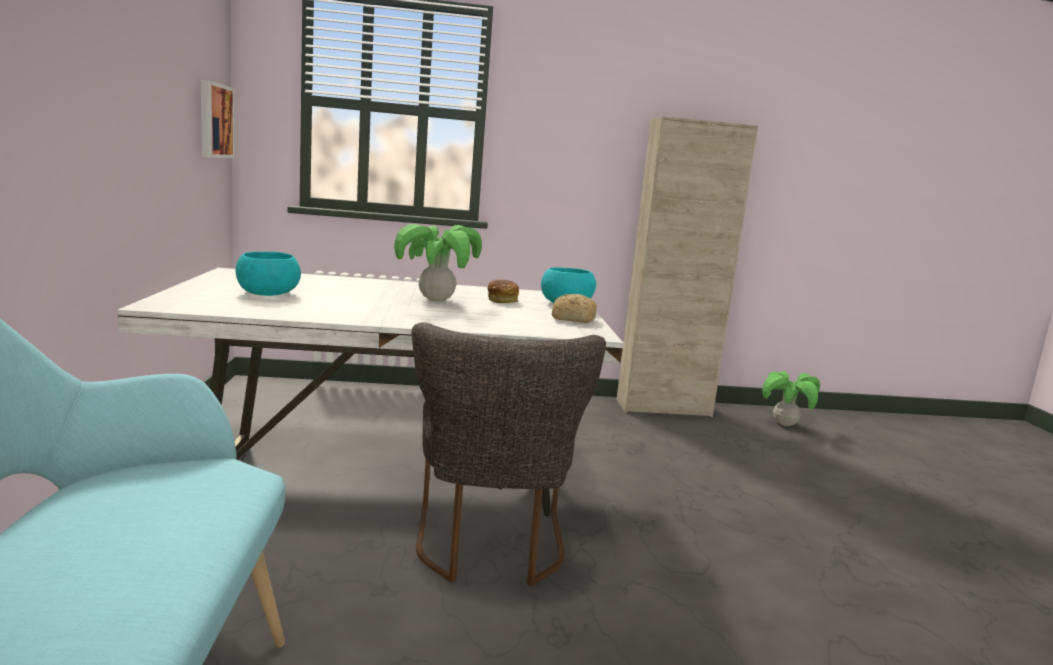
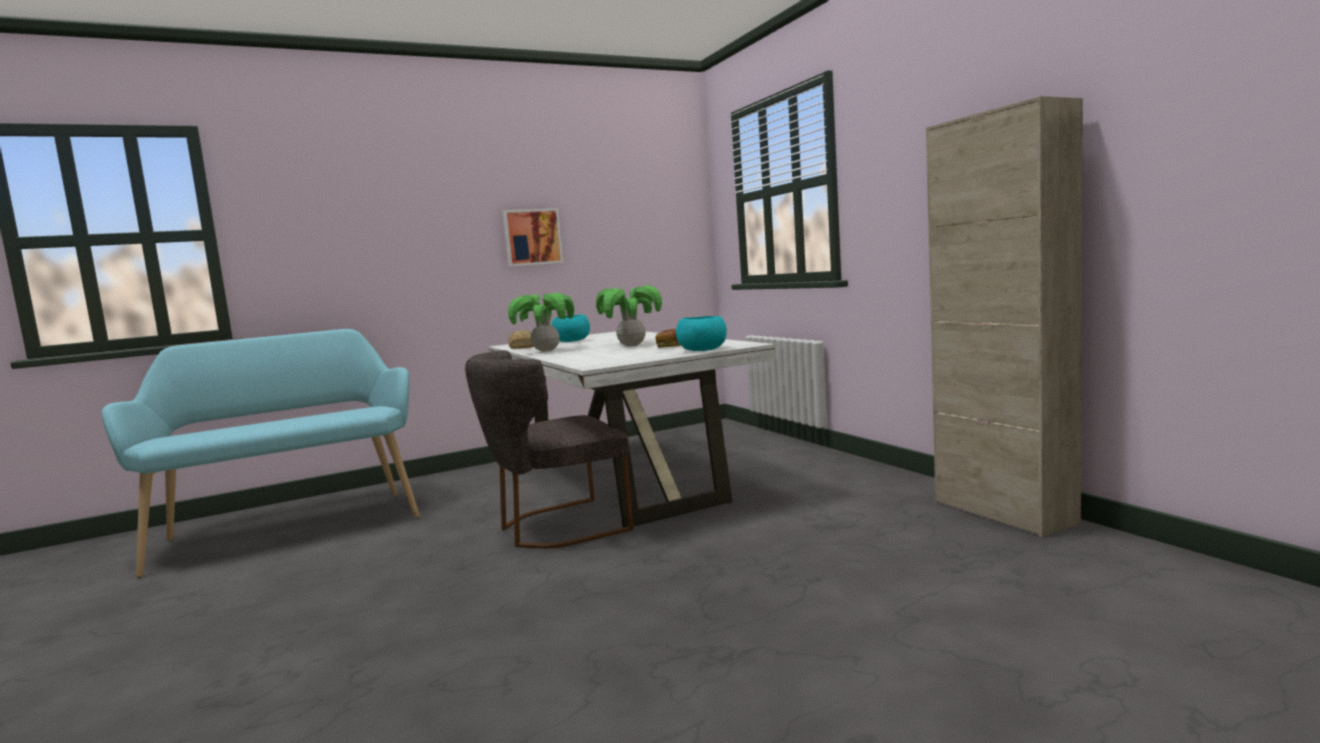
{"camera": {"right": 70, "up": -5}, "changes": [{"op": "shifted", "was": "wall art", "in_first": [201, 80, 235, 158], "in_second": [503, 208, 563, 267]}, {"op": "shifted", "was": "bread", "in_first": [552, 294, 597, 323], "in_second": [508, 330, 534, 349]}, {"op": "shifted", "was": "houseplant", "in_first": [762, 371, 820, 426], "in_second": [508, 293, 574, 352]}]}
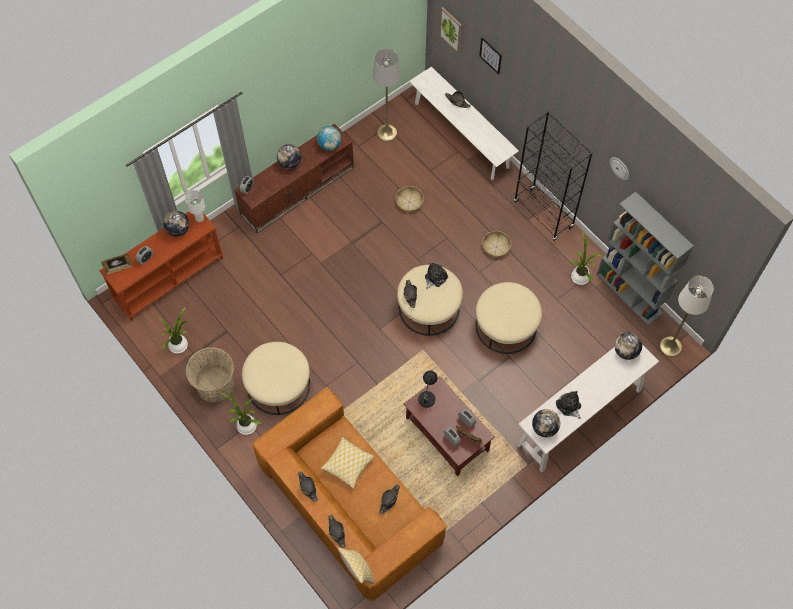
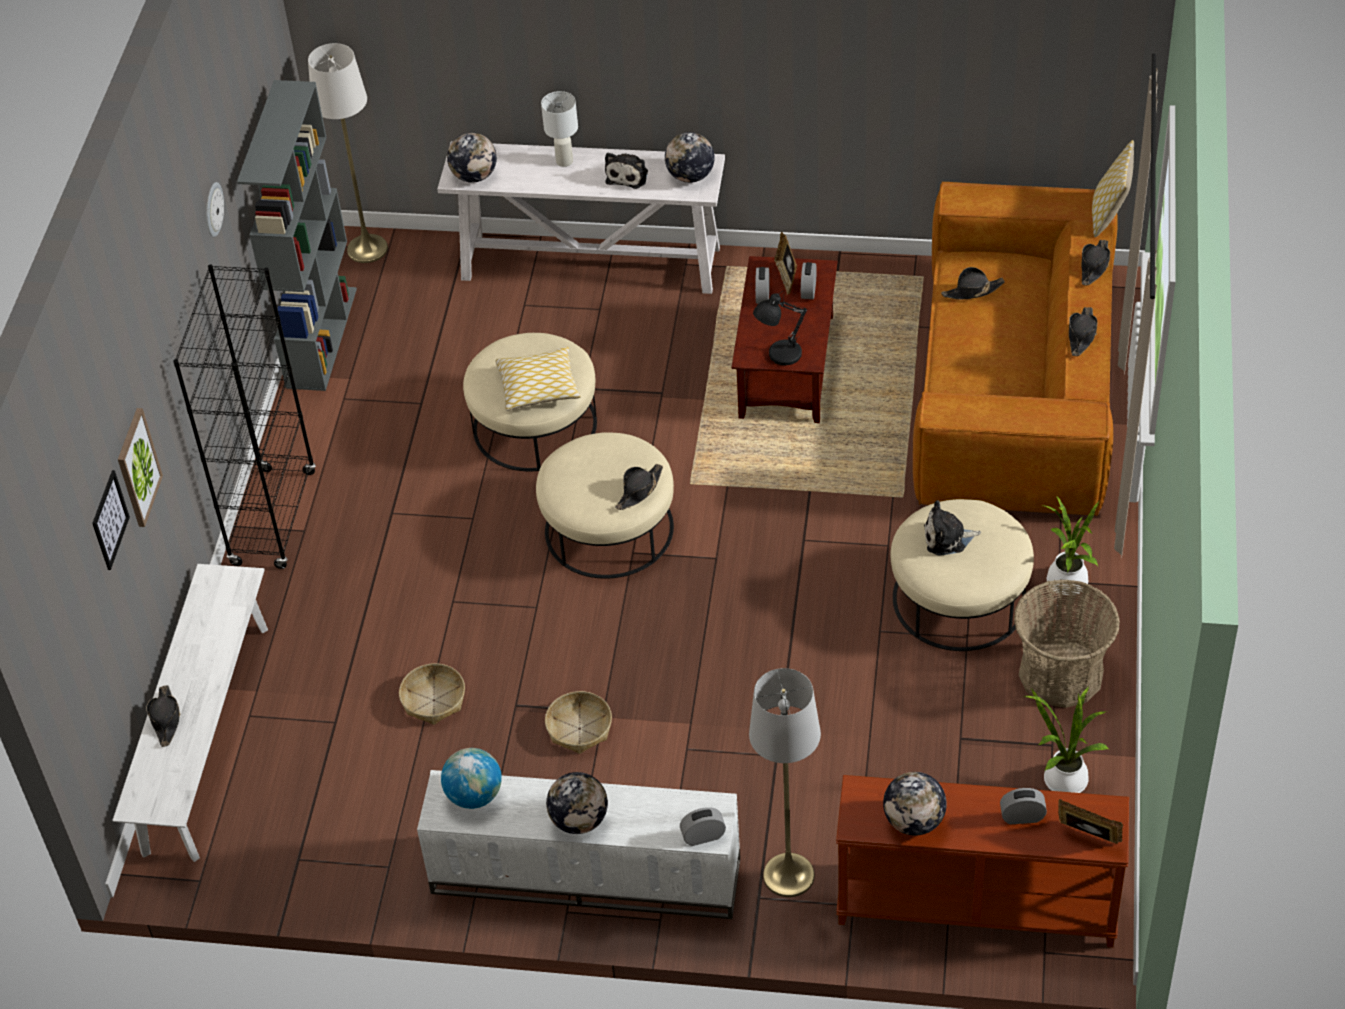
{"camera": {"right": -130, "up": -15}, "changes": [{"op": "shifted", "was": "wall art", "in_first": [439, 7, 462, 53], "in_second": [118, 408, 163, 527]}, {"op": "shifted", "was": "grey standing lamp", "in_first": [373, 49, 400, 141], "in_second": [749, 668, 821, 897]}, {"op": "repainted", "was": "brownish media console", "now": "white-coloured media console", "in_first": [234, 124, 354, 233], "in_second": [417, 770, 740, 919]}, {"op": "shifted", "was": "white-coloured lamp for a table", "in_first": [185, 190, 205, 222], "in_second": [541, 91, 578, 167]}, {"op": "shifted", "was": "storage basket", "in_first": [482, 231, 511, 258], "in_second": [545, 691, 612, 754]}, {"op": "gone", "was": "houseplant", "in_first": [571, 232, 602, 285]}, {"op": "shifted", "was": "soft toy", "in_first": [425, 263, 448, 290], "in_second": [924, 500, 981, 555]}, {"op": "shifted", "was": "cushion", "in_first": [321, 437, 374, 489], "in_second": [496, 346, 581, 411]}]}
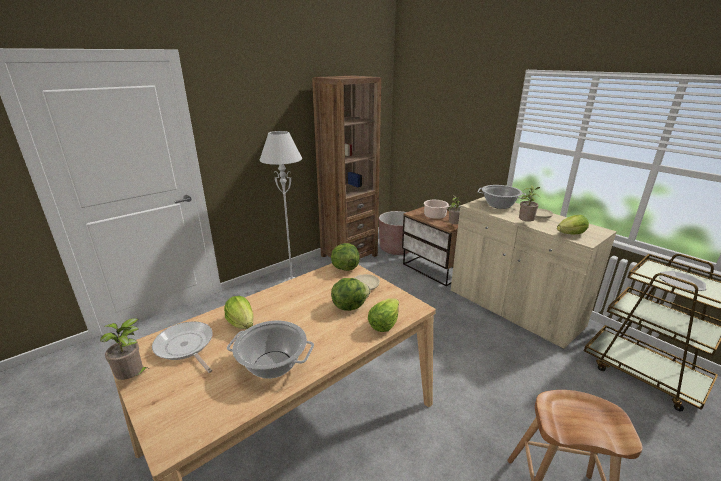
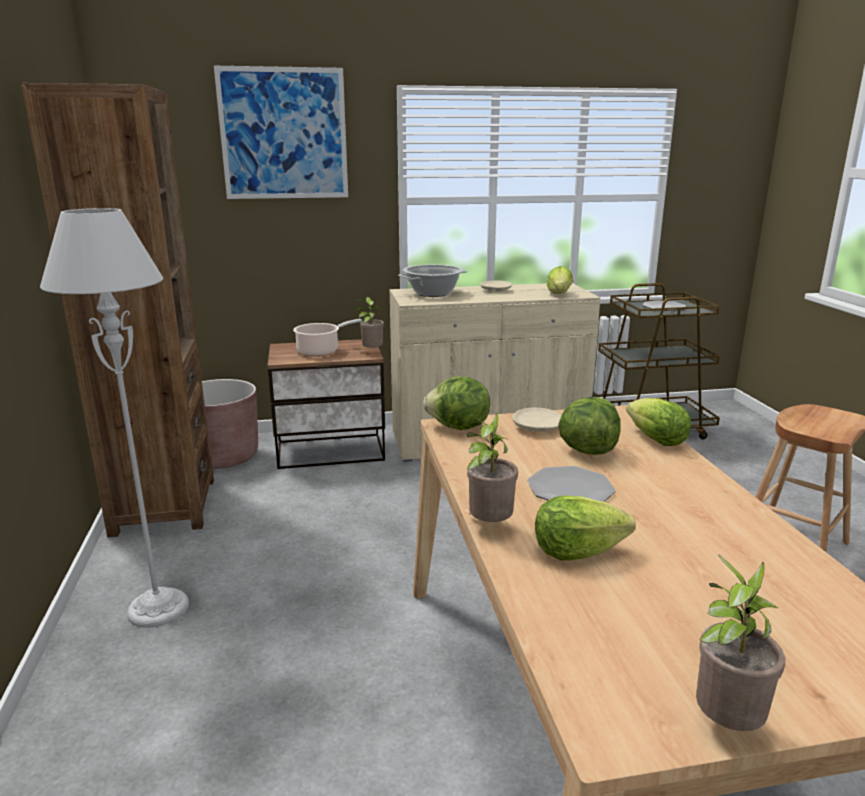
{"camera": {"right": -60, "up": -5}, "changes": [{"op": "shifted", "was": "houseplant", "in_first": [519, 185, 540, 222], "in_second": [467, 413, 518, 522]}, {"op": "gone", "was": "stockpot", "in_first": [227, 320, 314, 379]}, {"op": "gone", "was": "skillet", "in_first": [152, 321, 213, 373]}, {"op": "new", "now": "wall art", "in_second": [214, 66, 348, 199]}, {"op": "new", "now": "plate", "in_second": [527, 466, 616, 502]}]}
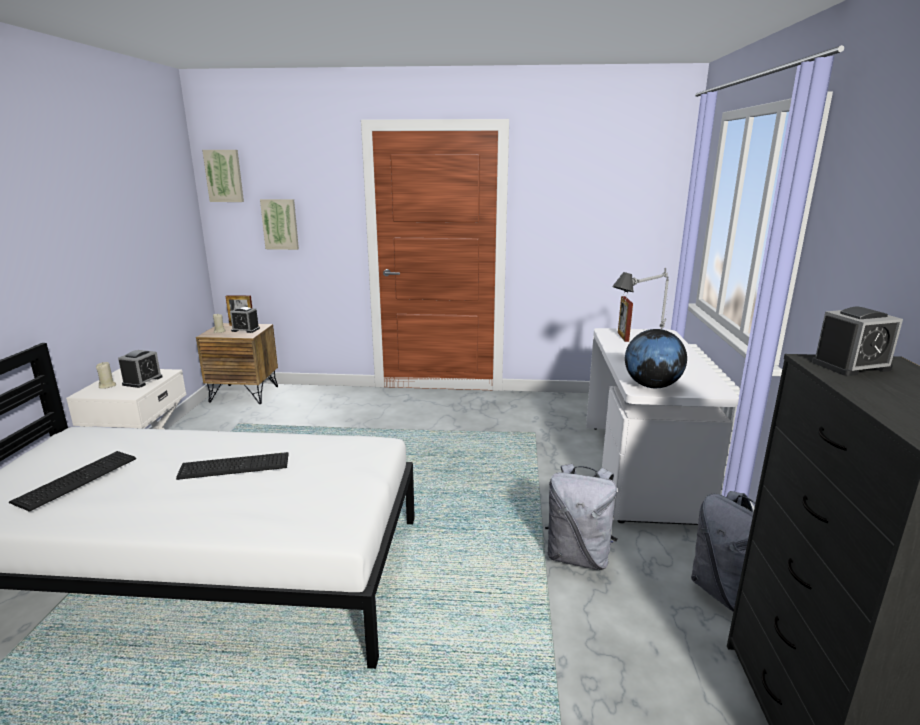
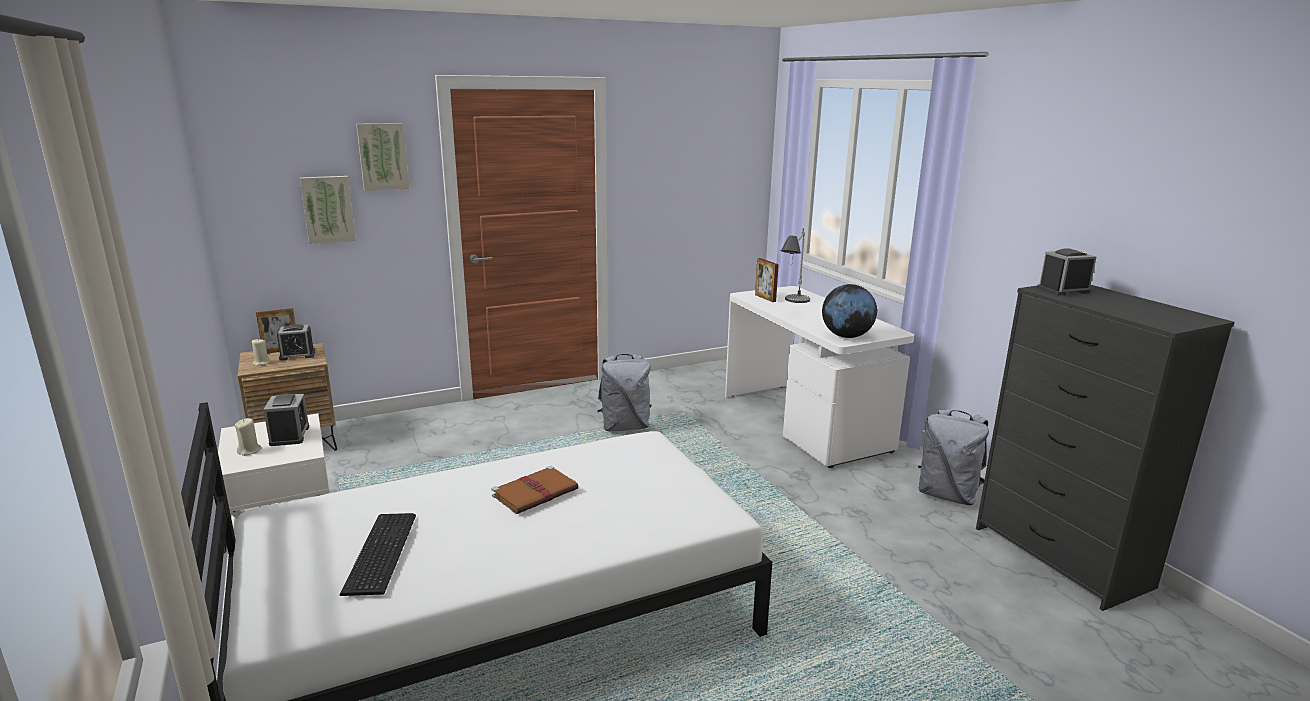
{"camera": {"right": -30, "up": 0}, "changes": [{"op": "shifted", "was": "wall art", "in_first": [202, 150, 244, 202], "in_second": [356, 123, 409, 191]}, {"op": "rotated", "was": "bedside clock", "in_first": [812, 307, 903, 376], "in_second": [1037, 248, 1096, 296], "clockwise": -150}, {"op": "swapped", "was": "keyboard", "now": "brownish volume", "in_first": [176, 452, 289, 480], "in_second": [492, 466, 579, 514]}, {"op": "shifted", "was": "grey backpack", "in_first": [545, 464, 618, 570], "in_second": [598, 354, 651, 431]}]}
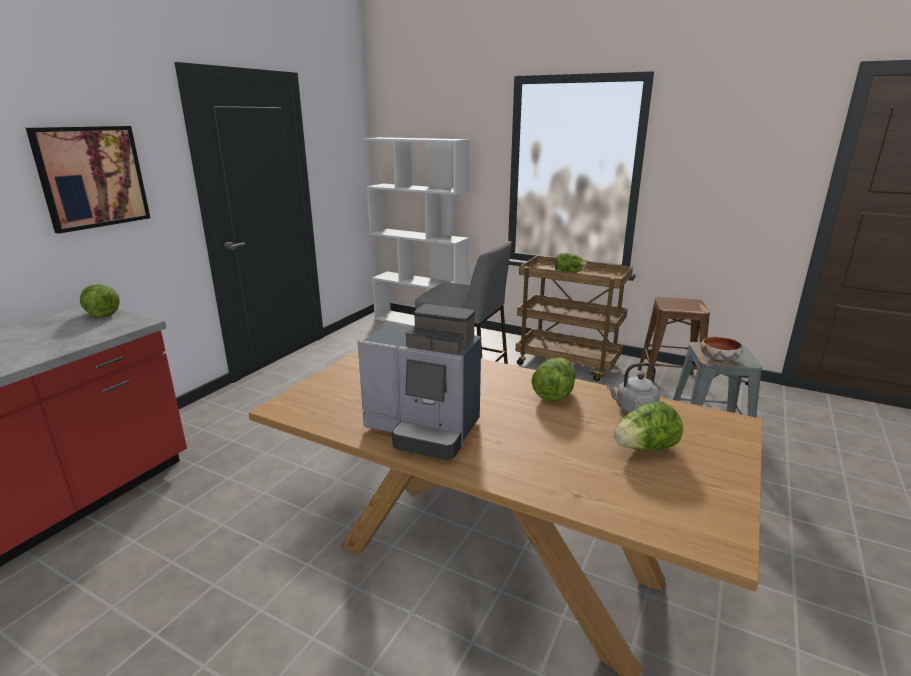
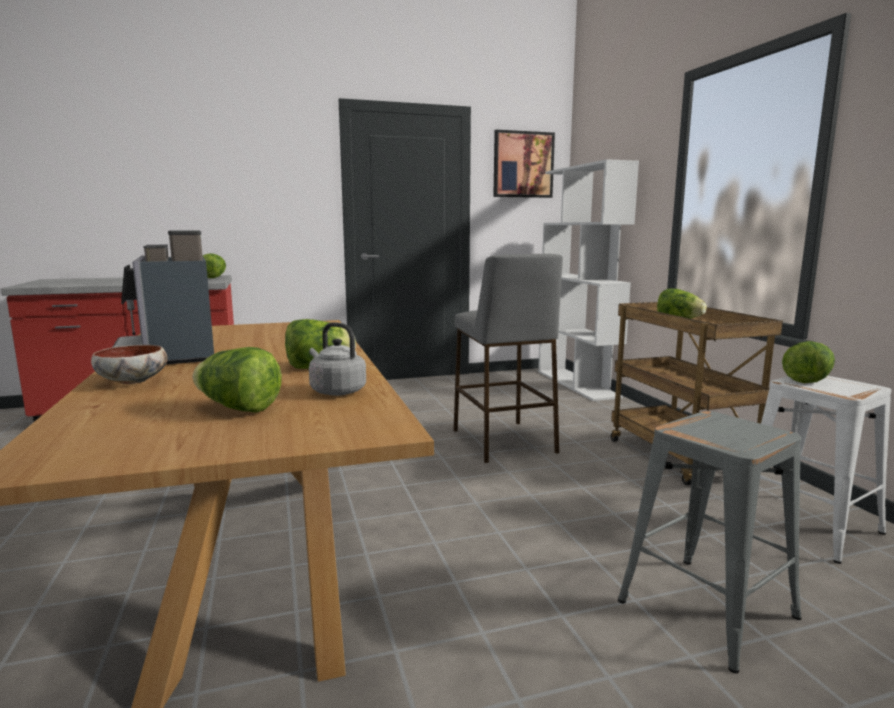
{"camera": {"right": 45, "up": -10}, "changes": [{"op": "shifted", "was": "wall art", "in_first": [26, 126, 150, 234], "in_second": [493, 130, 555, 198]}, {"op": "repainted", "was": "brownish sitting stool", "now": "white-coloured sitting stool", "in_first": [638, 297, 710, 380], "in_second": [760, 376, 891, 564]}, {"op": "shifted", "was": "bowl", "in_first": [700, 337, 743, 362], "in_second": [91, 345, 168, 384]}, {"op": "new", "now": "lettuce head", "in_second": [782, 341, 835, 383]}]}
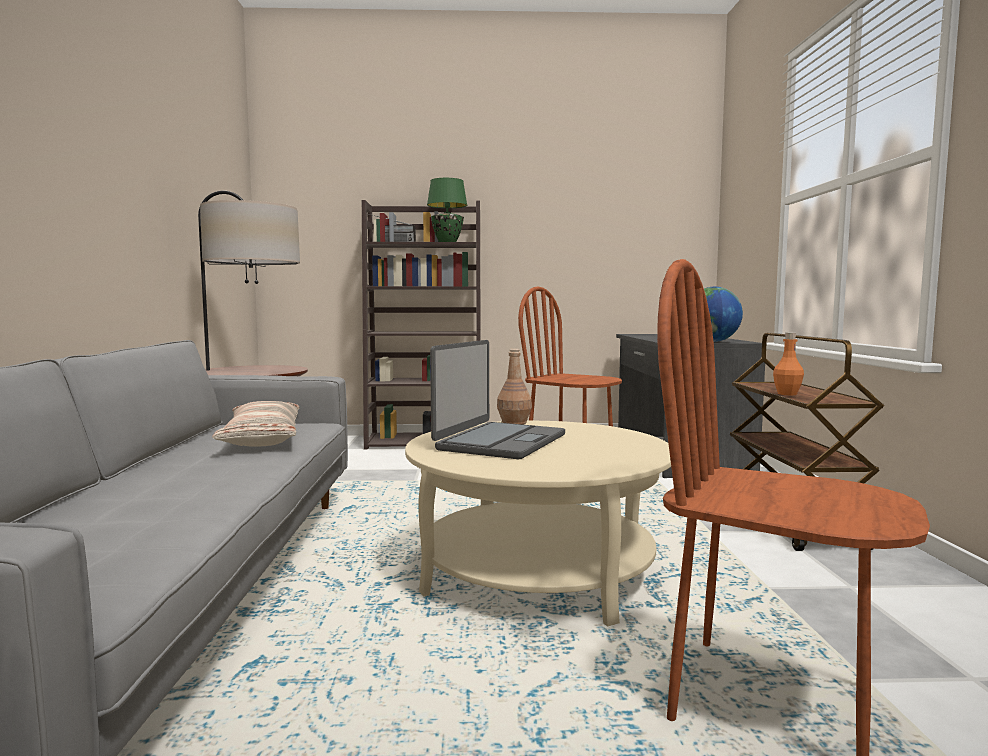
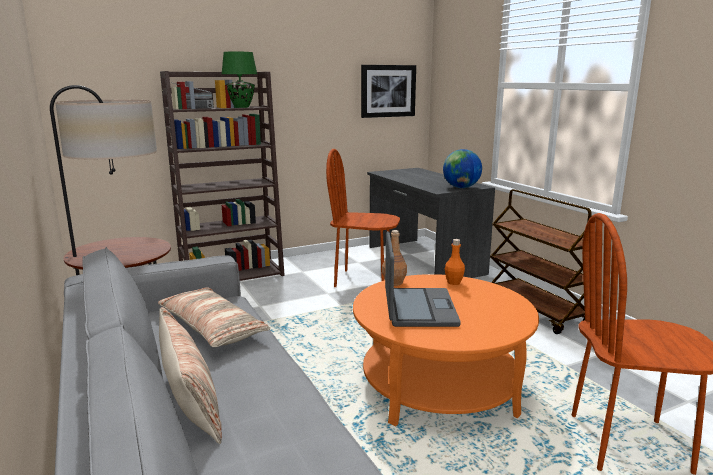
{"camera": {"right": -25, "up": 10}, "changes": [{"op": "shifted", "was": "orangey beverage bottle", "in_first": [773, 333, 804, 395], "in_second": [445, 239, 465, 285]}, {"op": "repainted", "was": "sand-coloured lounge table", "now": "orangey lounge table", "in_first": [405, 421, 671, 626], "in_second": [353, 274, 539, 427]}, {"op": "new", "now": "wall art", "in_second": [361, 65, 416, 118]}, {"op": "new", "now": "cushion", "in_second": [159, 307, 222, 444]}]}
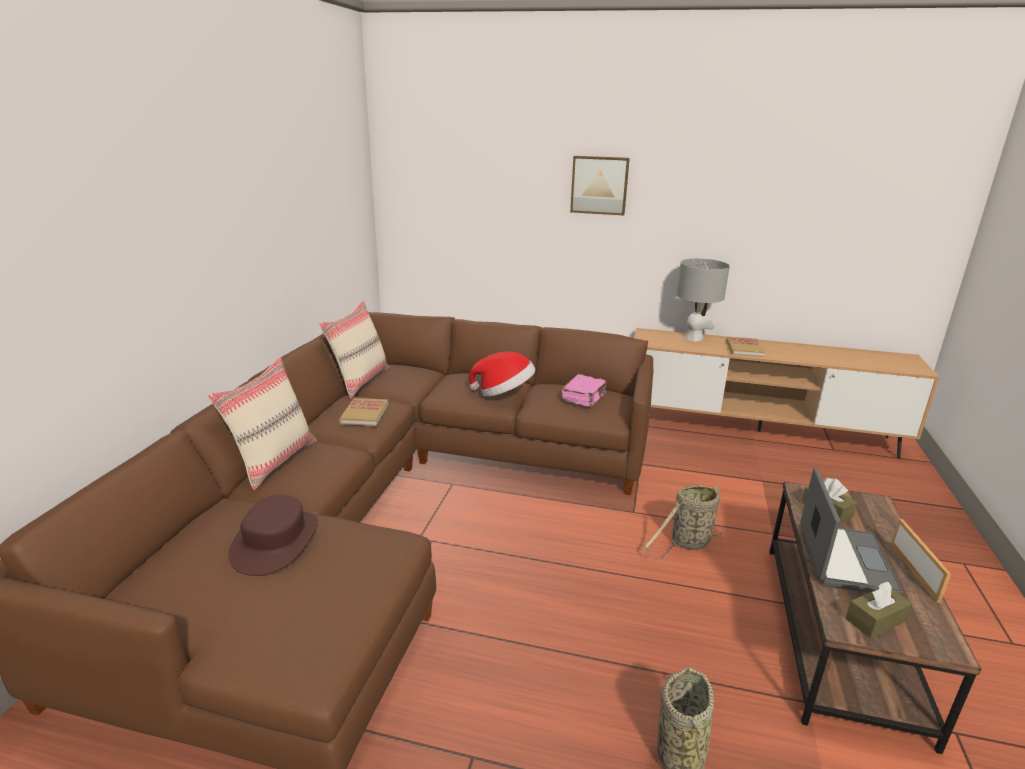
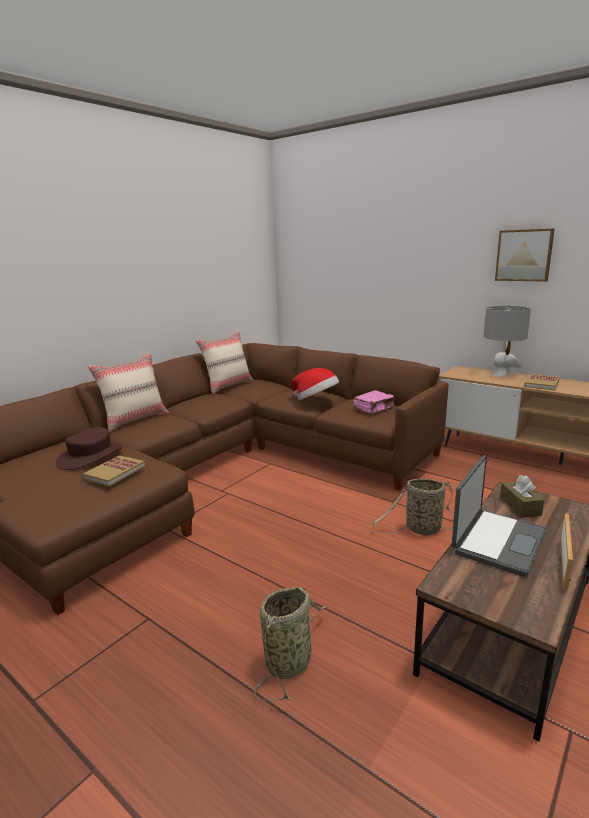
{"camera": {"right": 25, "up": -5}, "changes": [{"op": "shifted", "was": "wall art", "in_first": [570, 156, 630, 215], "in_second": [495, 229, 555, 282]}, {"op": "shifted", "was": "volume", "in_first": [339, 398, 388, 426], "in_second": [82, 455, 145, 486]}, {"op": "gone", "was": "brownish tissue holder", "in_first": [845, 581, 912, 638]}]}
